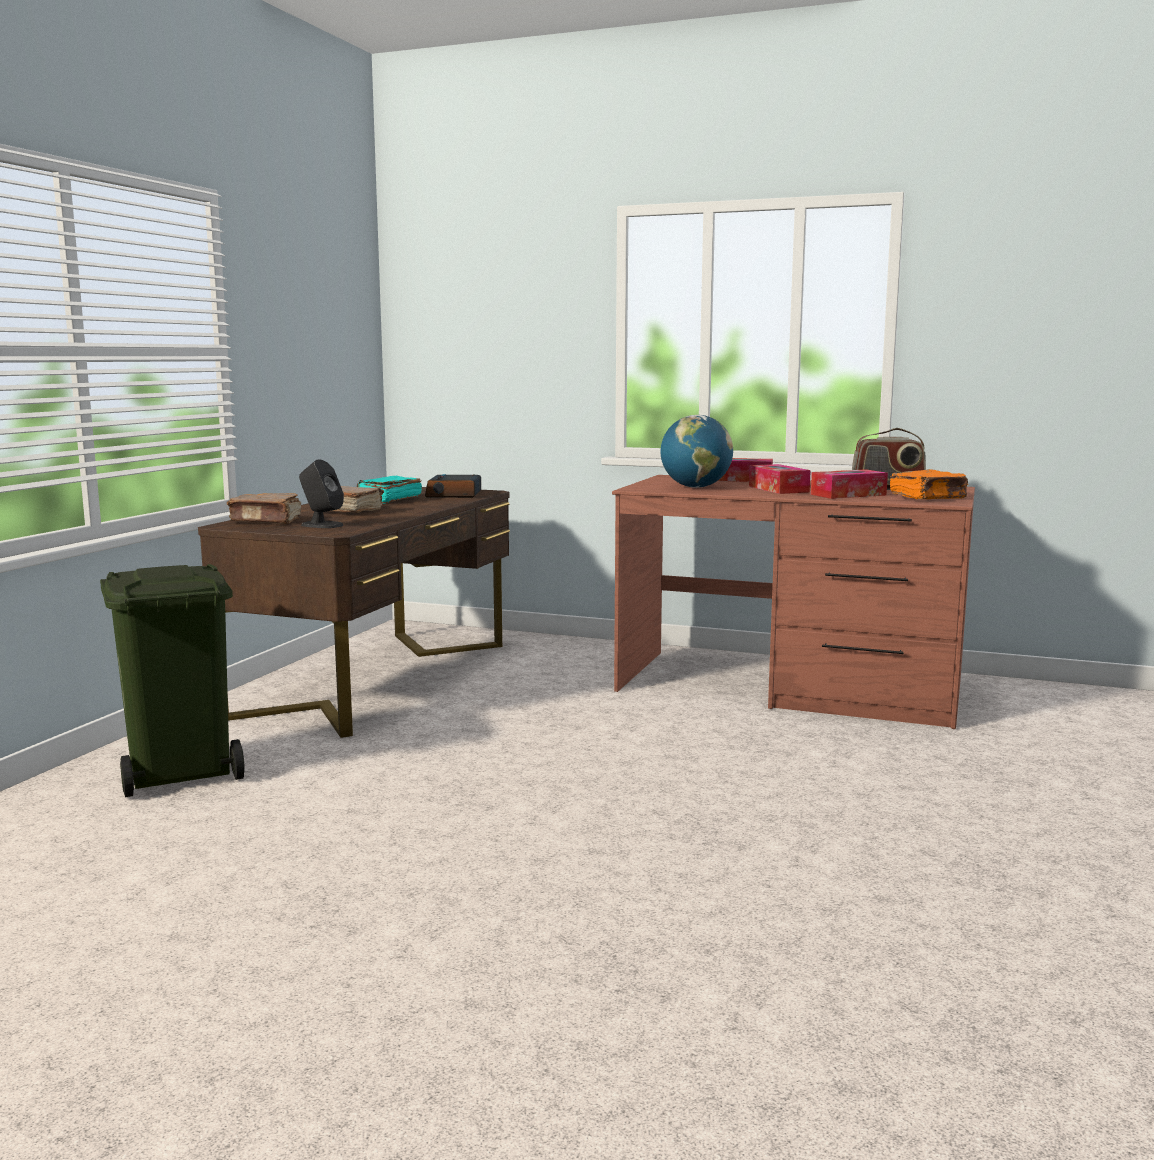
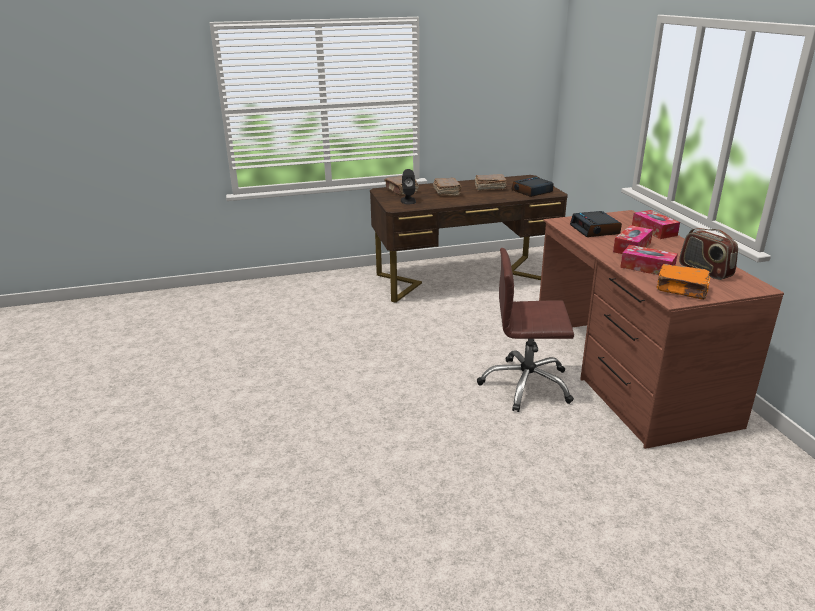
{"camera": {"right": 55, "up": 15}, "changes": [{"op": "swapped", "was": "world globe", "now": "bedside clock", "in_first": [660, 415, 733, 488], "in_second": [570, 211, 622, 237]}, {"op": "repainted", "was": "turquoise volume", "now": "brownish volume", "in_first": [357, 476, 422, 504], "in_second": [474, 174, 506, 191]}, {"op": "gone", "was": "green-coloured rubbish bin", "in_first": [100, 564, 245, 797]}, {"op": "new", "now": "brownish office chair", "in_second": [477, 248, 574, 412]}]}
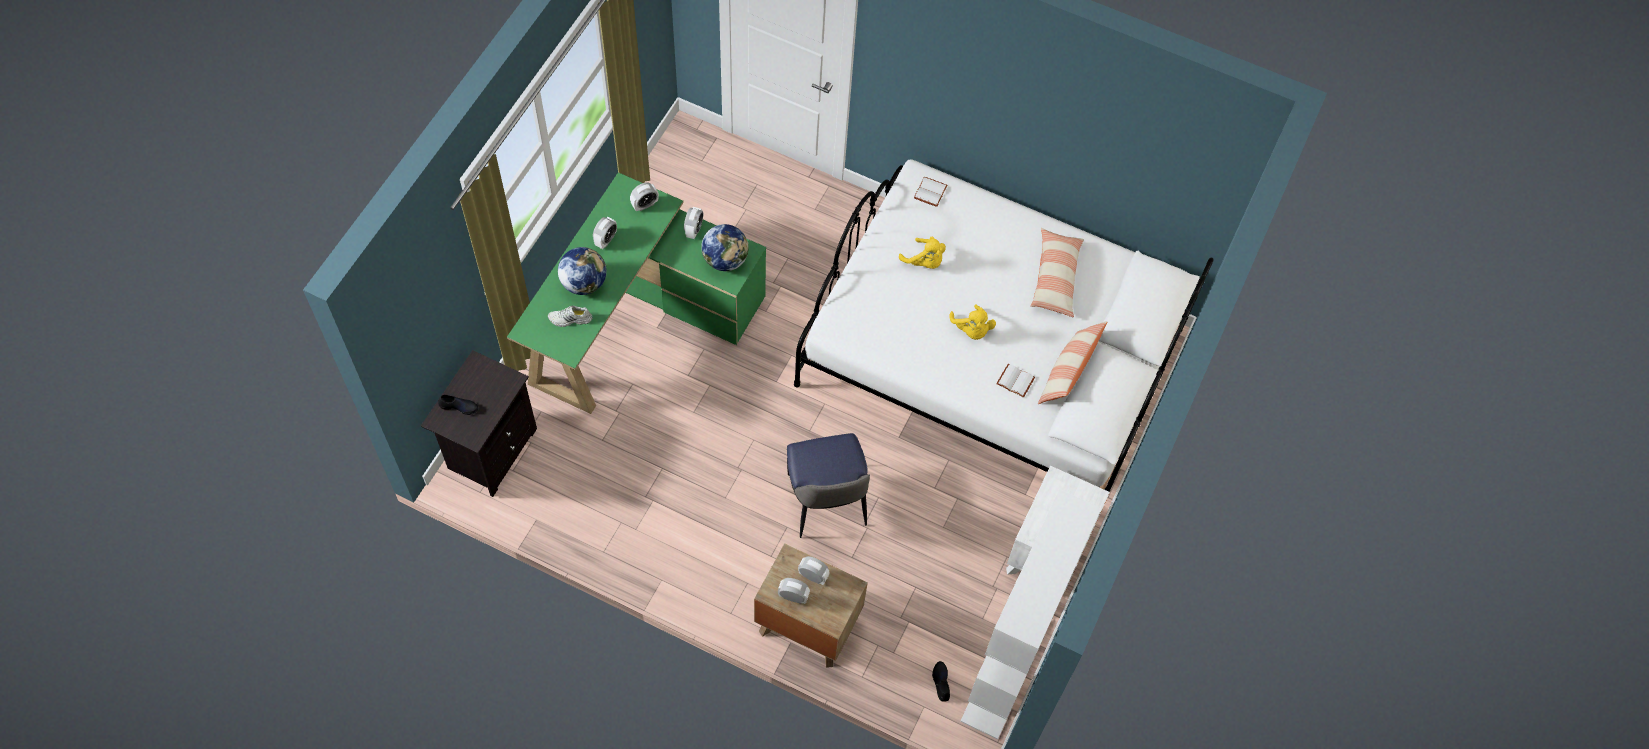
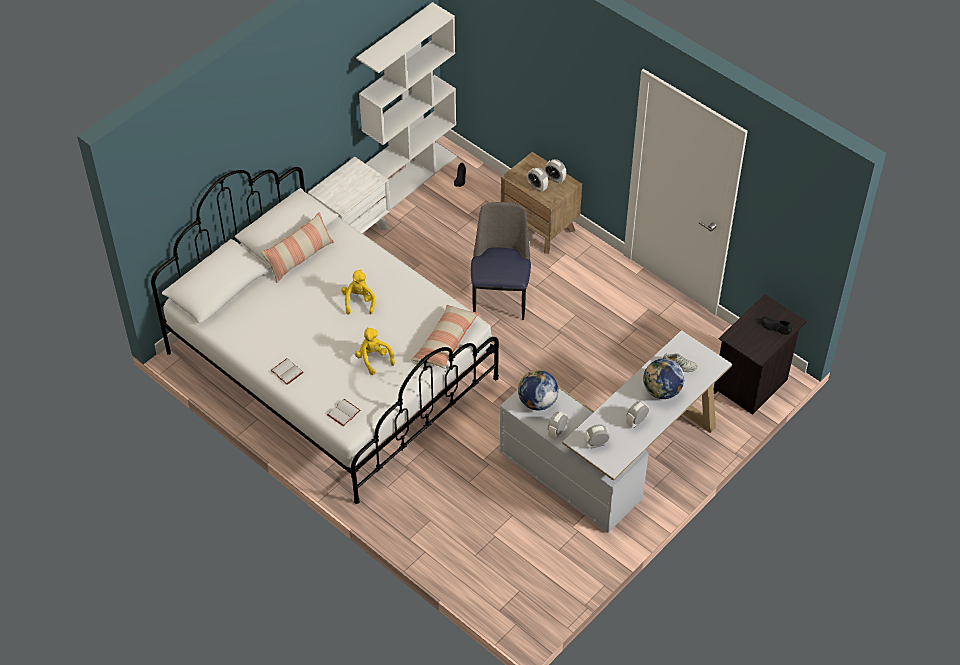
{"camera": {"right": -160, "up": -10}, "changes": [{"op": "repainted", "was": "green-coloured desk unit", "now": "white-coloured desk unit", "in_first": [507, 172, 766, 414], "in_second": [500, 330, 732, 533]}, {"op": "shifted", "was": "cushion", "in_first": [1031, 228, 1084, 318], "in_second": [411, 305, 480, 369]}, {"op": "shifted", "was": "white-coloured volume", "in_first": [996, 364, 1035, 398], "in_second": [270, 358, 304, 385]}]}
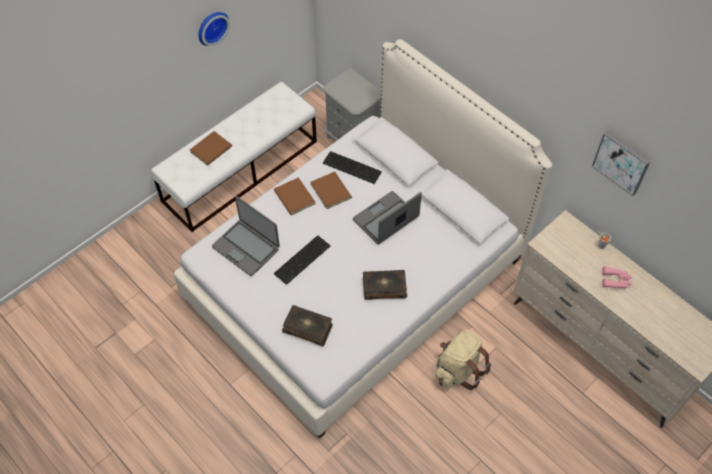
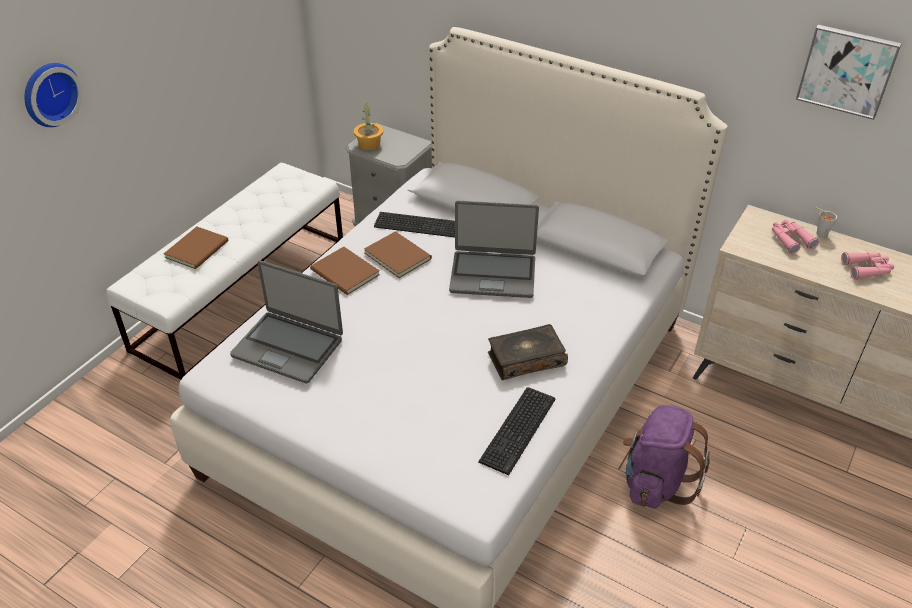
{"camera": {"right": -15, "up": -15}, "changes": [{"op": "shifted", "was": "clock on the wall", "in_first": [198, 12, 230, 46], "in_second": [24, 63, 83, 127]}, {"op": "rotated", "was": "portable computer", "in_first": [353, 191, 422, 245], "in_second": [449, 201, 539, 298], "clockwise": -120}, {"op": "shifted", "was": "keyboard", "in_first": [274, 235, 330, 285], "in_second": [478, 388, 555, 475]}, {"op": "gone", "was": "volume", "in_first": [282, 305, 333, 346]}, {"op": "repainted", "was": "sand-coloured backpack", "now": "purple-coloured backpack", "in_first": [435, 330, 491, 390], "in_second": [623, 405, 710, 509]}, {"op": "new", "now": "houseplant", "in_second": [354, 101, 383, 150]}, {"op": "new", "now": "pink binoculars", "in_second": [772, 220, 819, 254]}]}
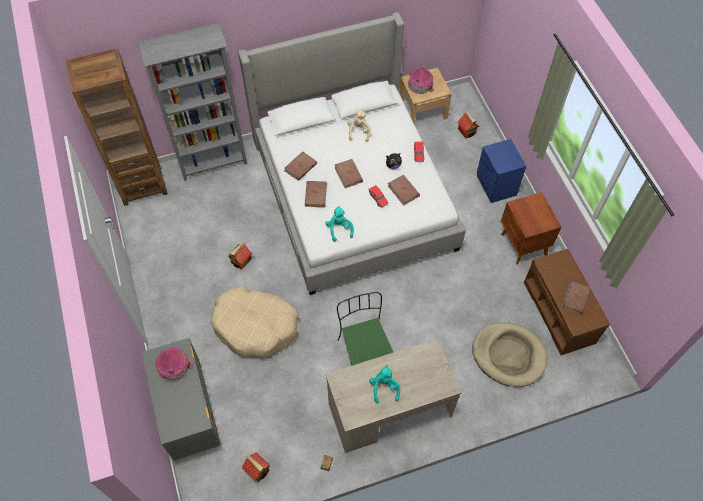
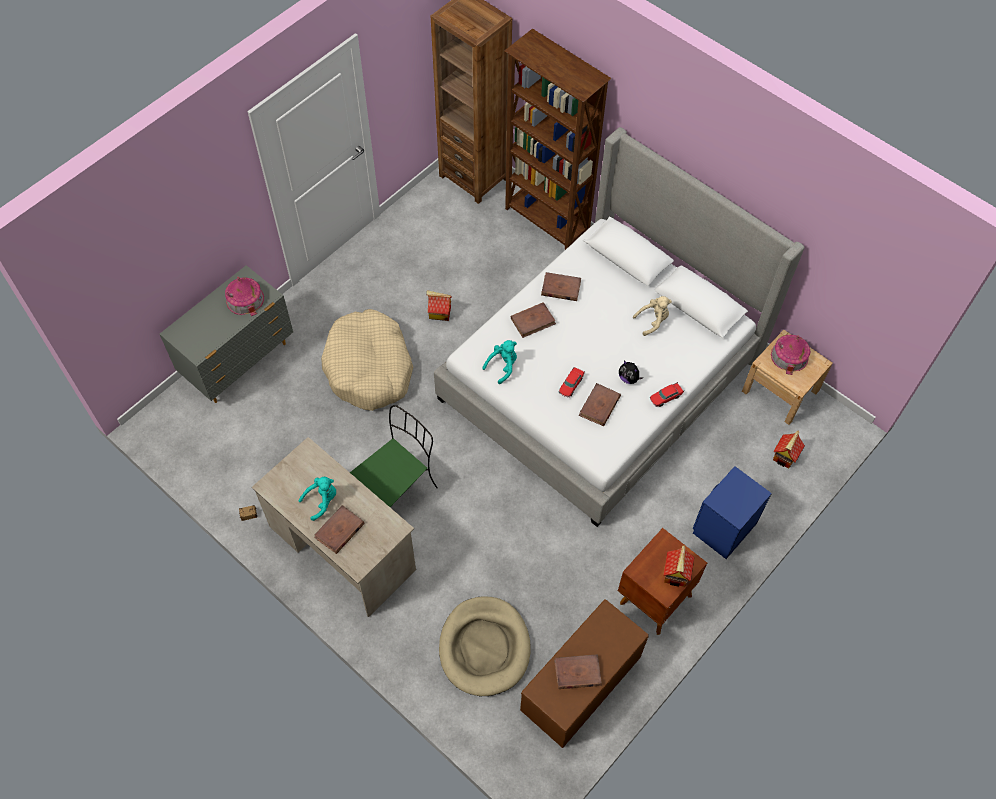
{"camera": {"right": 60, "up": 0}, "changes": [{"op": "repainted", "was": "grey bookcase", "now": "brownish bookcase", "in_first": [138, 23, 247, 181], "in_second": [504, 28, 612, 250]}, {"op": "shifted", "was": "brownish volume", "in_first": [334, 159, 363, 188], "in_second": [314, 505, 365, 554]}, {"op": "shifted", "was": "toy house", "in_first": [242, 452, 270, 482], "in_second": [663, 545, 694, 587]}]}
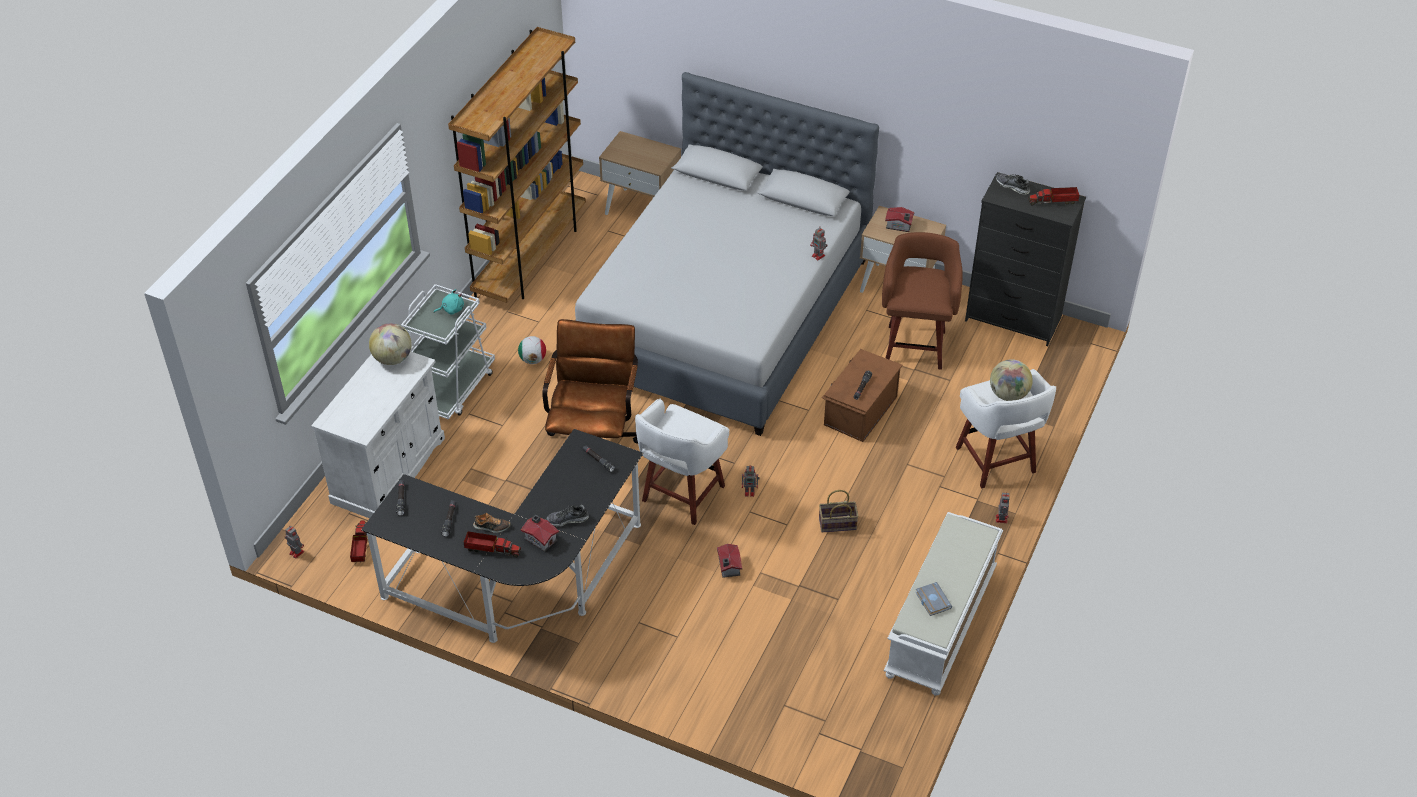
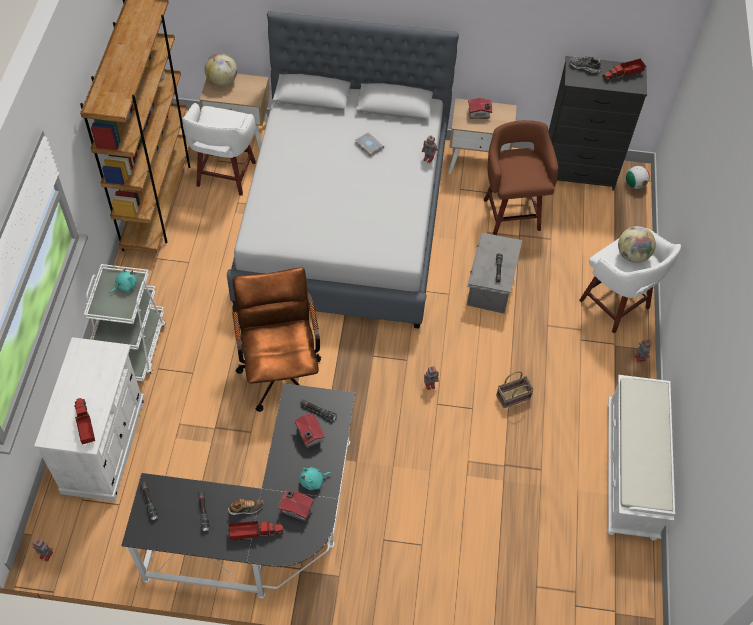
{"camera": {"right": -20, "up": 10}, "changes": [{"op": "shifted", "was": "world globe", "in_first": [369, 323, 412, 365], "in_second": [204, 53, 237, 86]}, {"op": "shifted", "was": "ball for football", "in_first": [518, 336, 546, 364], "in_second": [626, 166, 650, 189]}, {"op": "repainted", "was": "brownish storage container", "now": "grey storage container", "in_first": [822, 349, 903, 442], "in_second": [467, 233, 522, 314]}, {"op": "shifted", "was": "white-coloured sitting stool", "in_first": [635, 399, 729, 525], "in_second": [182, 103, 256, 196]}, {"op": "swapped", "was": "item of footwear", "now": "turquoise soft toy", "in_first": [546, 505, 589, 527], "in_second": [300, 467, 331, 490]}, {"op": "shifted", "was": "toy lorry", "in_first": [350, 520, 367, 562], "in_second": [74, 398, 95, 445]}, {"op": "shifted", "was": "toy house", "in_first": [717, 544, 742, 578], "in_second": [294, 413, 325, 448]}, {"op": "shifted", "was": "grey volume", "in_first": [915, 582, 952, 616], "in_second": [355, 132, 384, 157]}]}
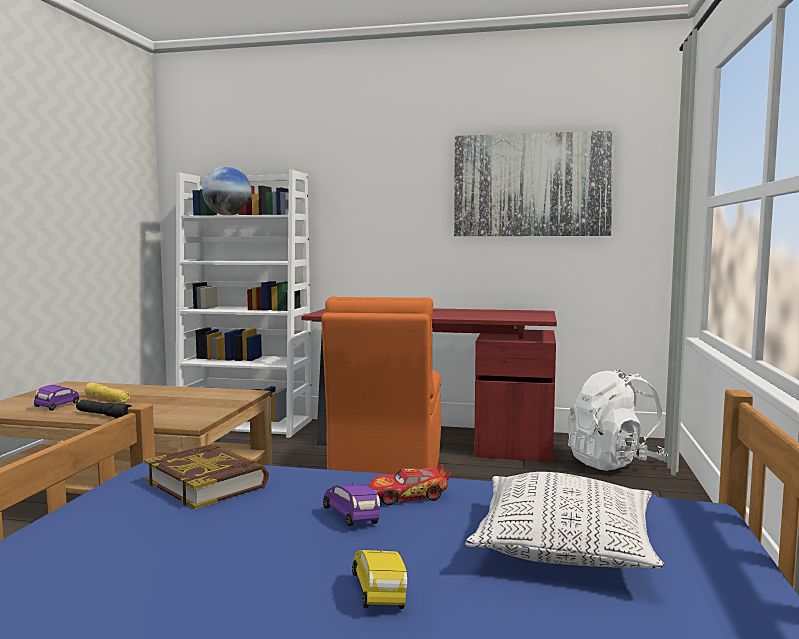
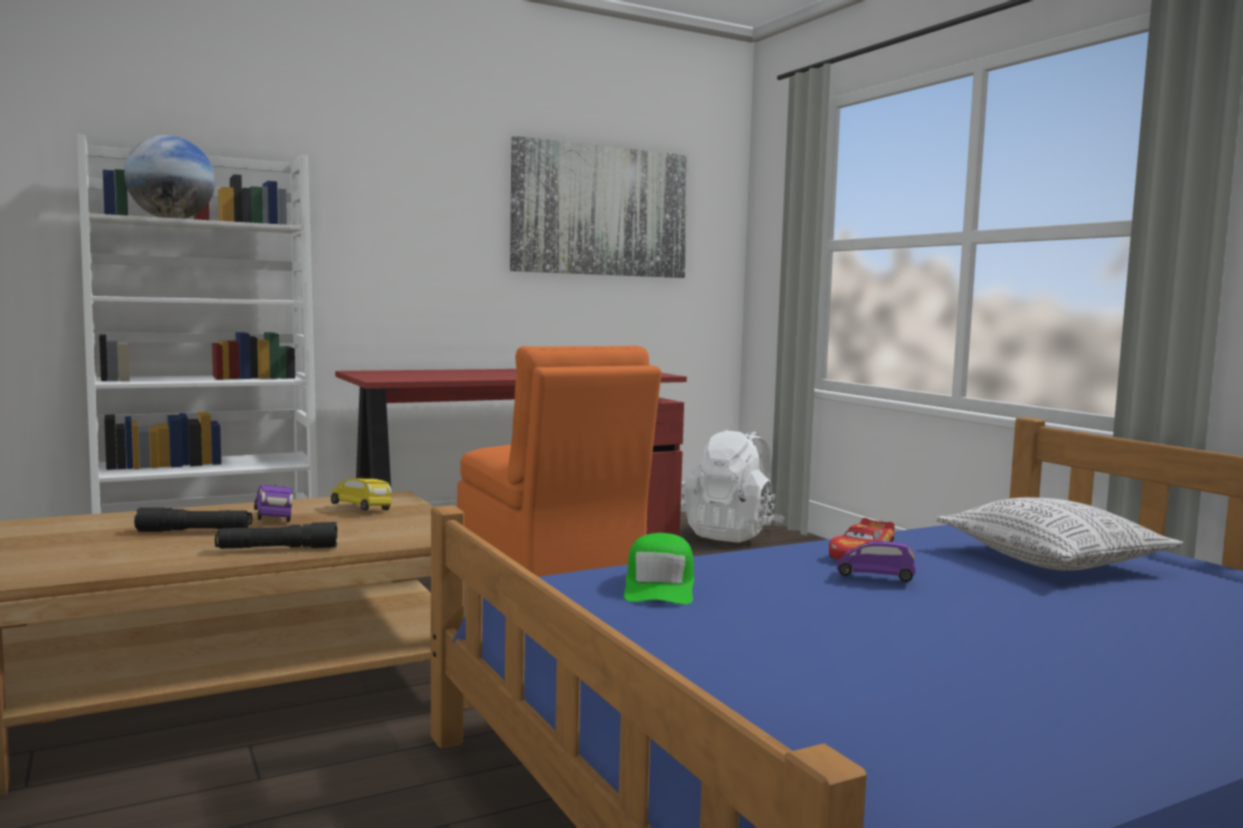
{"camera": {"right": -40, "up": 0}, "changes": [{"op": "repainted", "was": "yellow-coloured hand torch", "now": "black hand torch", "in_first": [85, 382, 130, 402], "in_second": [134, 507, 252, 532]}, {"op": "shifted", "was": "purple-coloured miniature car", "in_first": [34, 385, 79, 411], "in_second": [254, 485, 293, 522]}, {"op": "swapped", "was": "volume", "now": "green-coloured cap", "in_first": [144, 444, 269, 509], "in_second": [624, 533, 694, 604]}, {"op": "shifted", "was": "yellow-coloured miniature car", "in_first": [352, 550, 407, 609], "in_second": [331, 477, 392, 511]}]}
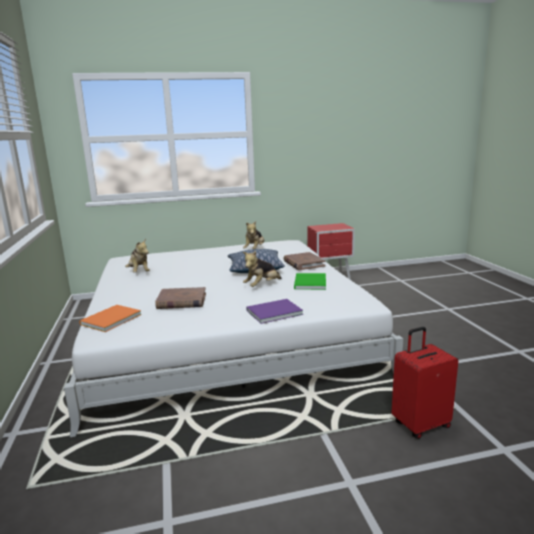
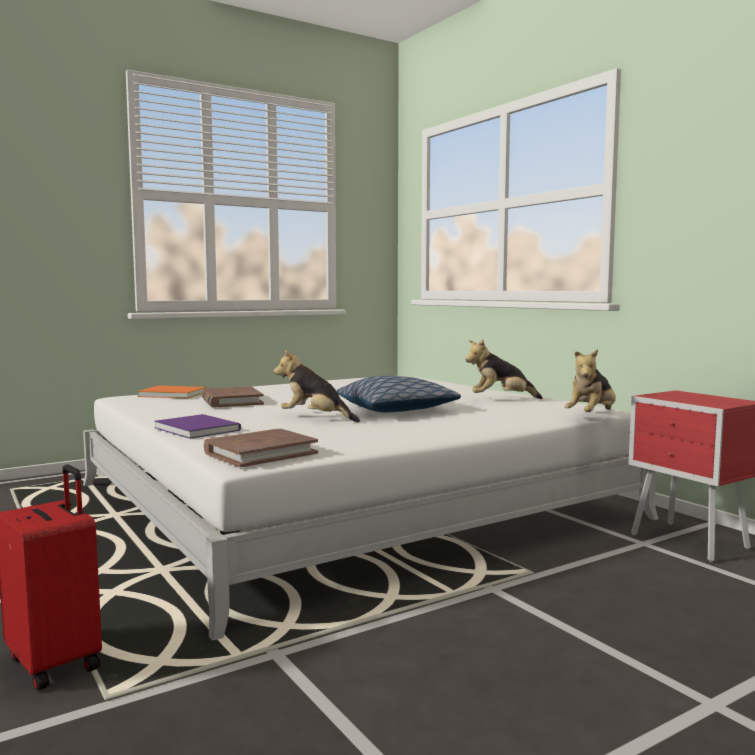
{"camera": {"right": 70, "up": -10}, "changes": [{"op": "shifted", "was": "soft toy", "in_first": [125, 239, 150, 273], "in_second": [564, 349, 616, 412]}, {"op": "shifted", "was": "brownish volume", "in_first": [284, 252, 326, 270], "in_second": [204, 429, 318, 467]}, {"op": "gone", "was": "green-coloured volume", "in_first": [294, 273, 326, 290]}]}
